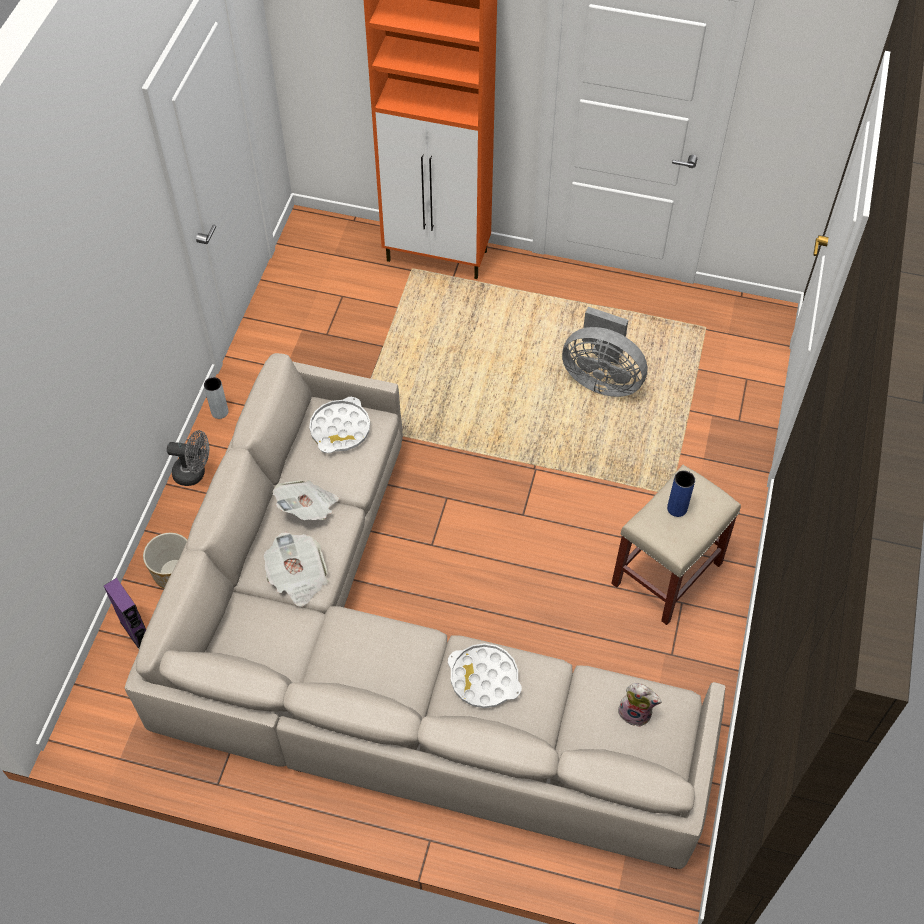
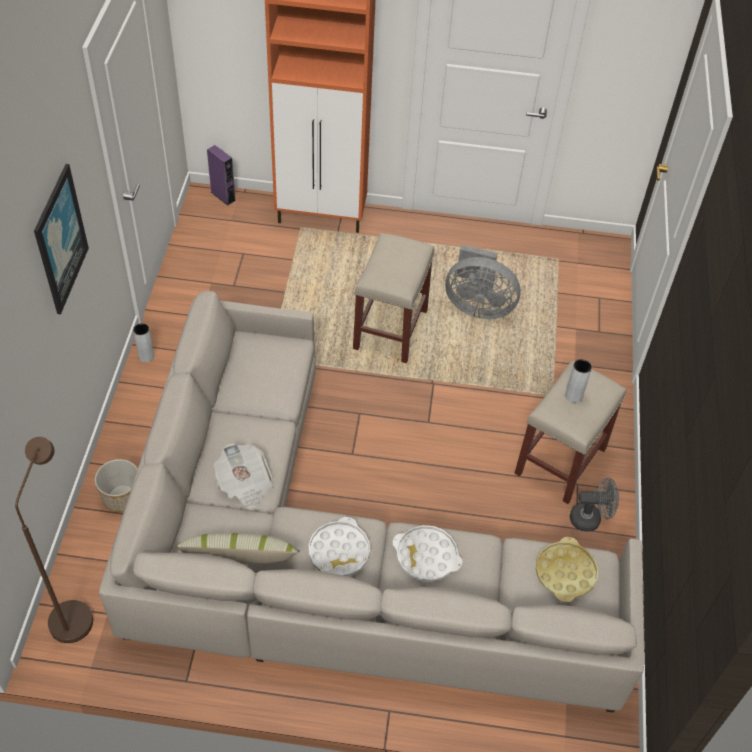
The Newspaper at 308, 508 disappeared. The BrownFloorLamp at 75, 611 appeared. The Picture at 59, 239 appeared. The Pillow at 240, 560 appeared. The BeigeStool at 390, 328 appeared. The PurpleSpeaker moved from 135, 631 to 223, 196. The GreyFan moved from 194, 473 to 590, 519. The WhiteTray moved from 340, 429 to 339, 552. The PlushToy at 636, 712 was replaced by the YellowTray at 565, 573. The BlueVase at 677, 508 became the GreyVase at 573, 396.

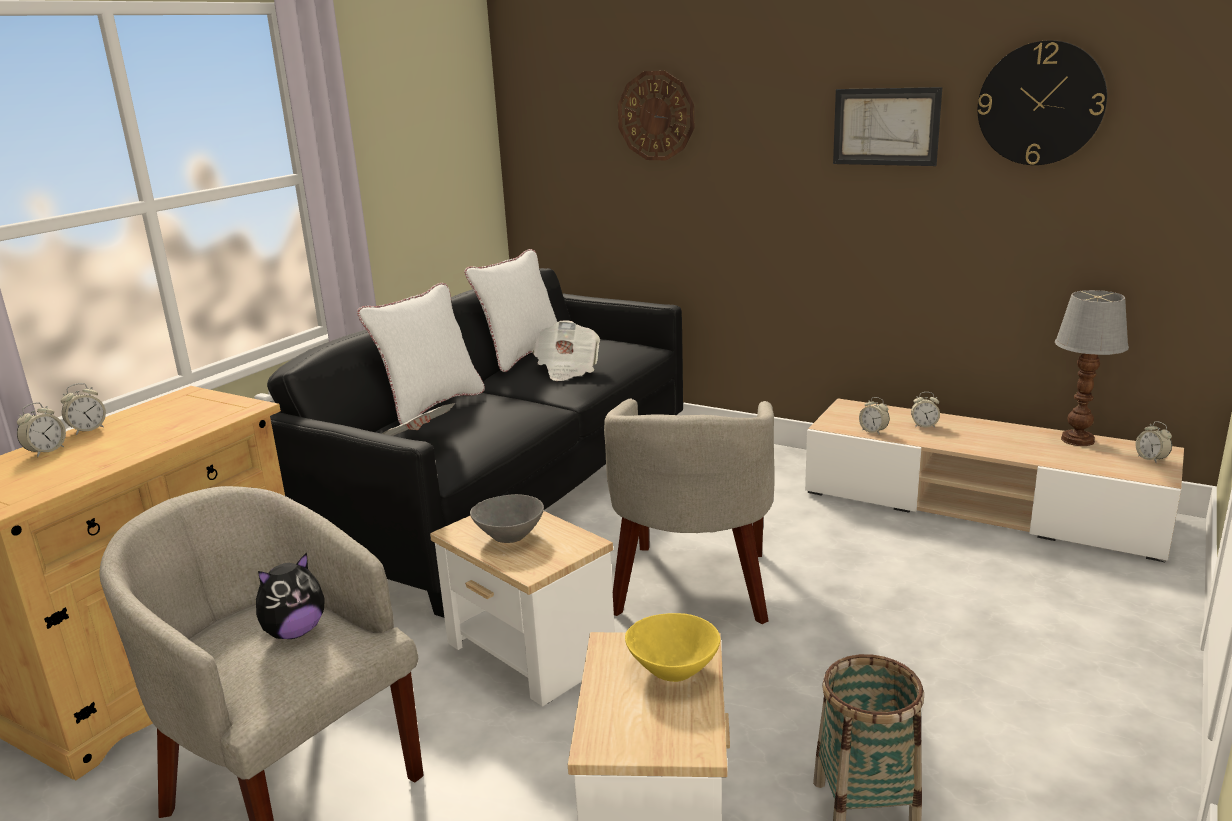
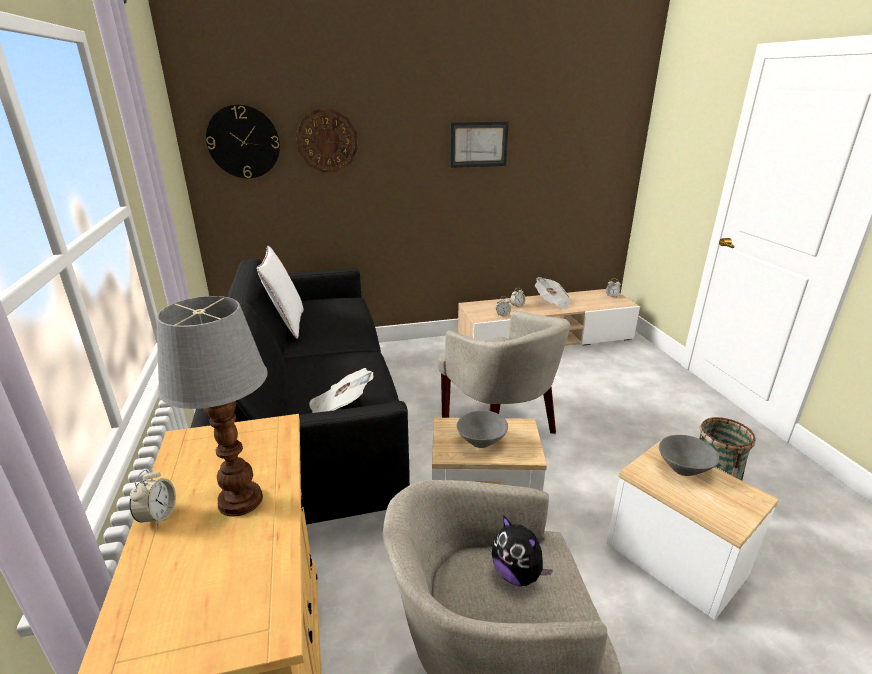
The AlarmClock at 46, 451 disappeared. The WhitePillow at 431, 405 disappeared. The Newspaper moved from 567, 369 to 552, 303. The WallClock moved from 1040, 103 to 243, 142. The TableLamp moved from 1077, 439 to 240, 499. The YellowBowl at 672, 670 became the GreyBowl at 682, 468. The PlushToy at 294, 632 turned 135 degrees clockwise.

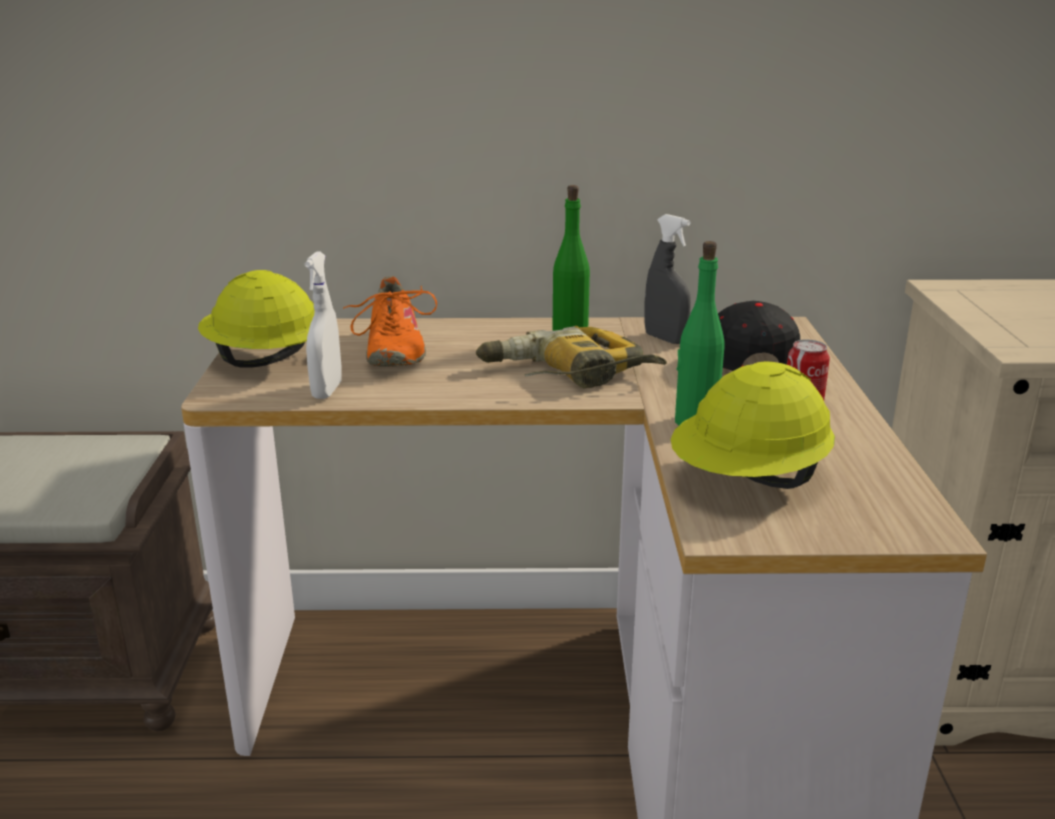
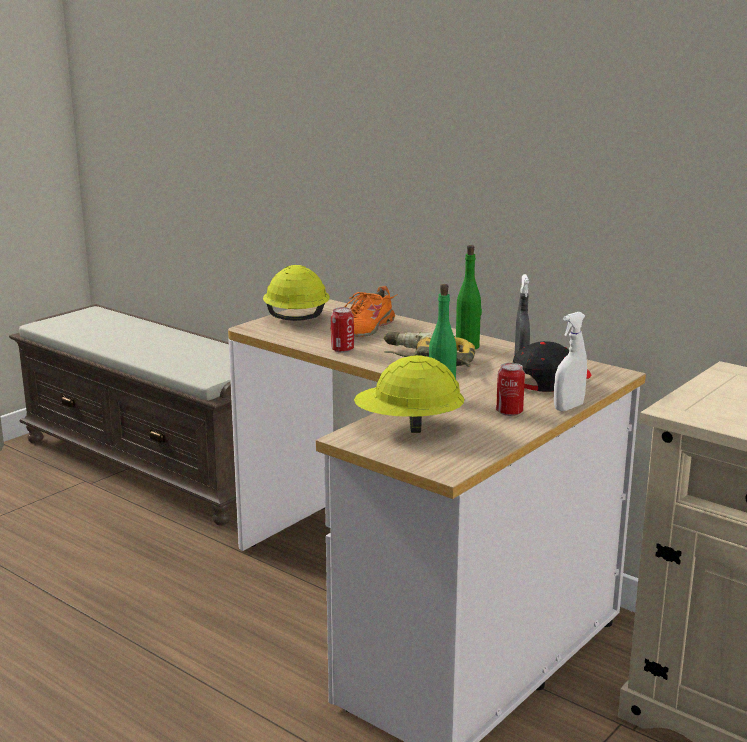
The Can at 342, 349 appeared. The WhiteSprayBottle moved from 327, 391 to 568, 407.

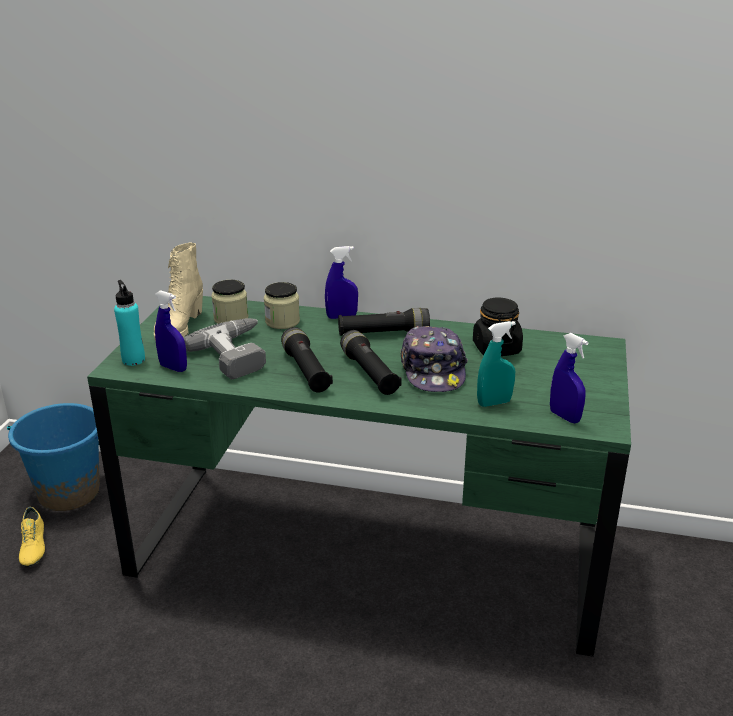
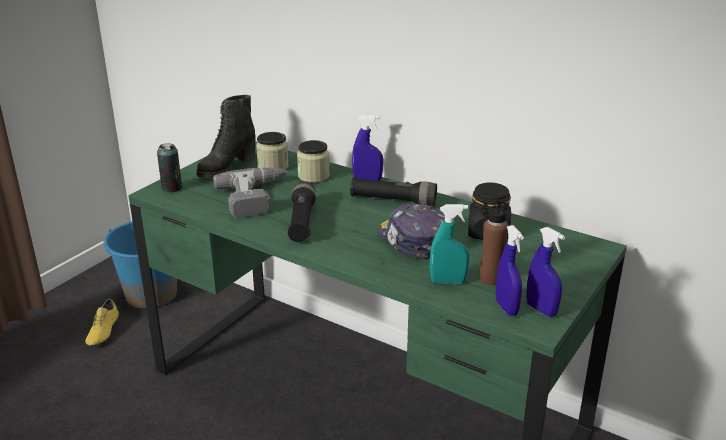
The BlackFlashlight at 369, 373 disappeared. The BrownBottle at 491, 278 appeared. The BlueSprayBottle moved from 173, 368 to 541, 309. The TurquoiseBottle at 133, 360 was replaced by the Can at 172, 188. The BeigeBoot at 179, 327 became the BlackBoot at 226, 167. The Cap at 433, 371 turned 135 degrees clockwise.

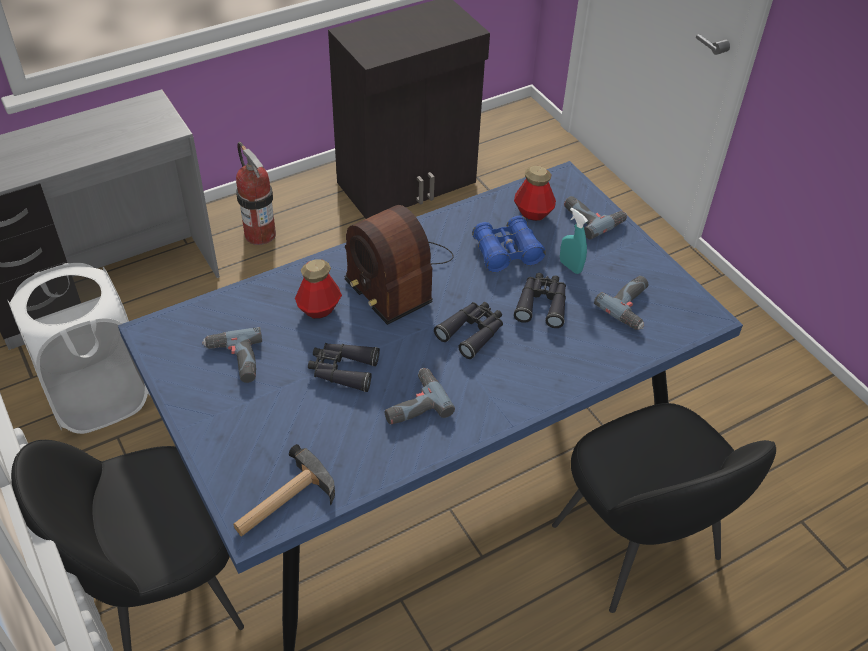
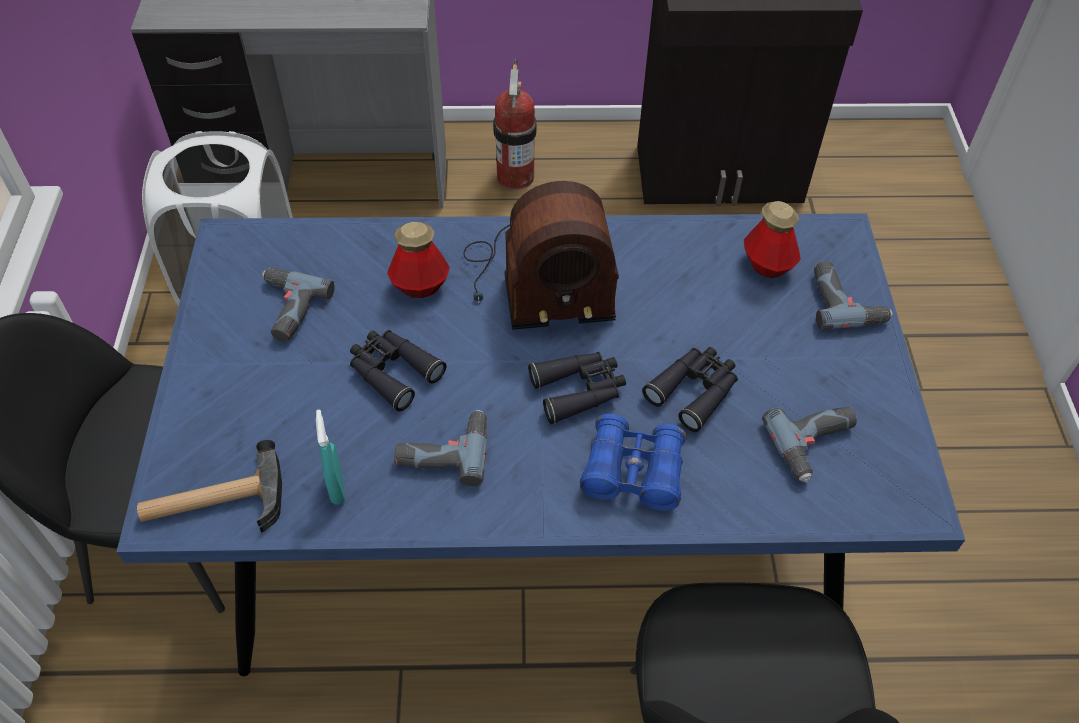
The BlueBinoculars moved from 506, 252 to 633, 472. The TurquoiseSprayBottle moved from 570, 266 to 337, 487. The Radio at 396, 276 turned 90 degrees counterclockwise.

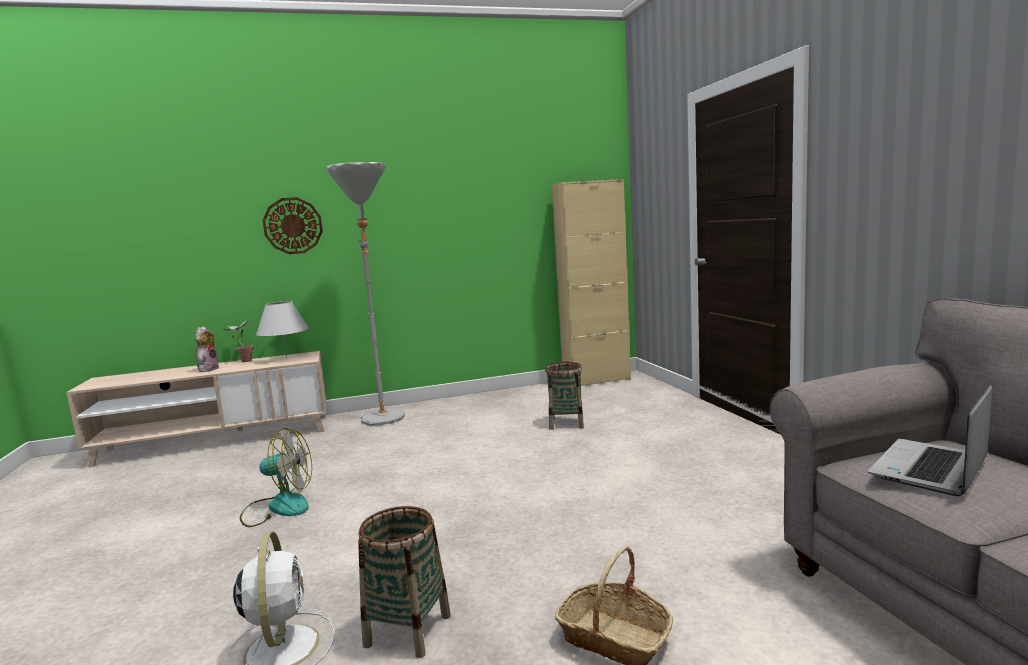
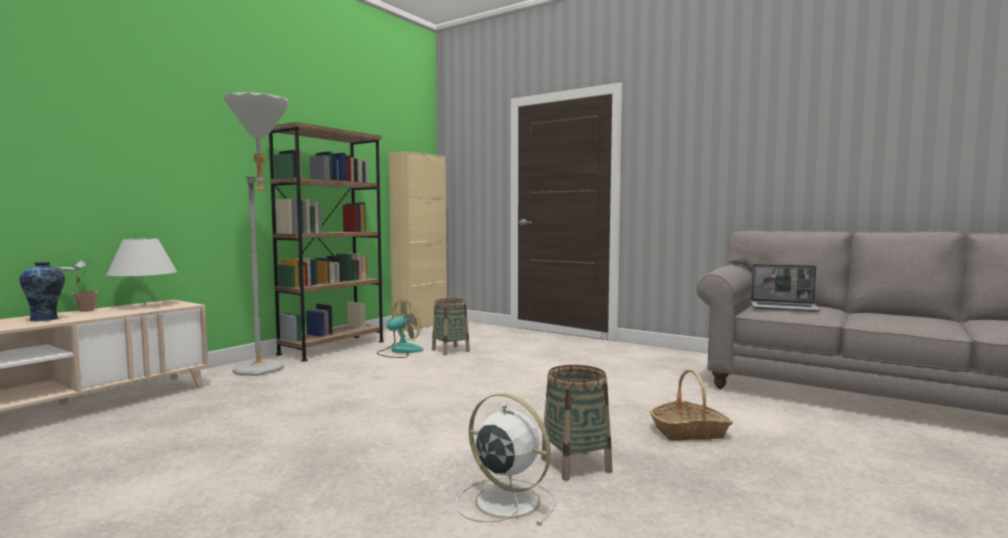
The WallClock at 293, 226 disappeared. The BrownBookcase at 332, 348 appeared. The Fan moved from 278, 507 to 399, 351. The PlushToy at 208, 369 was replaced by the Vase at 46, 319. The Laptop at 930, 470 turned 75 degrees counterclockwise.

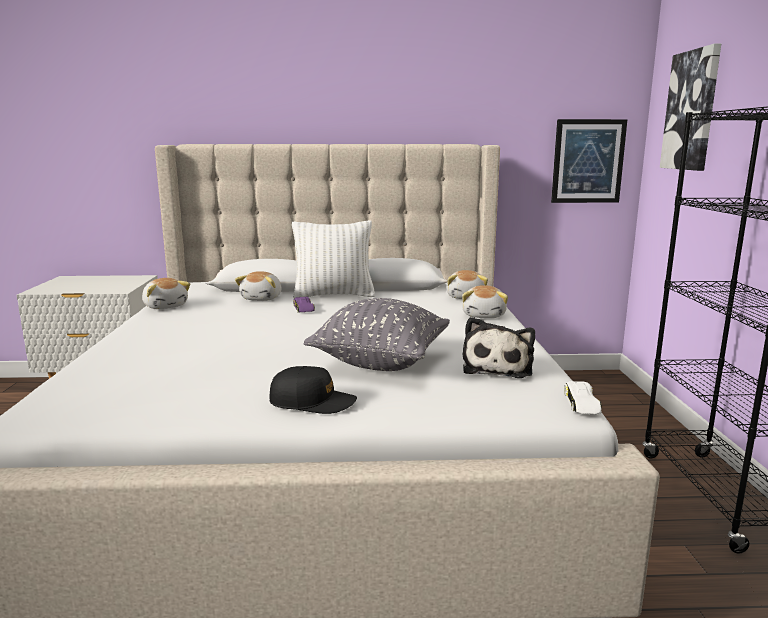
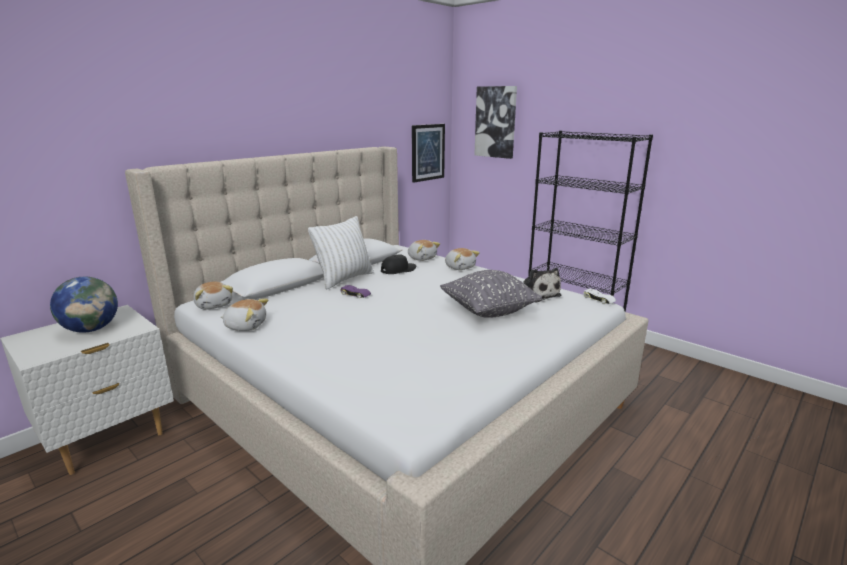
The Globe at 91, 329 appeared. The PlushToy moved from 262, 298 to 214, 305. The BlackCap moved from 312, 402 to 398, 270.

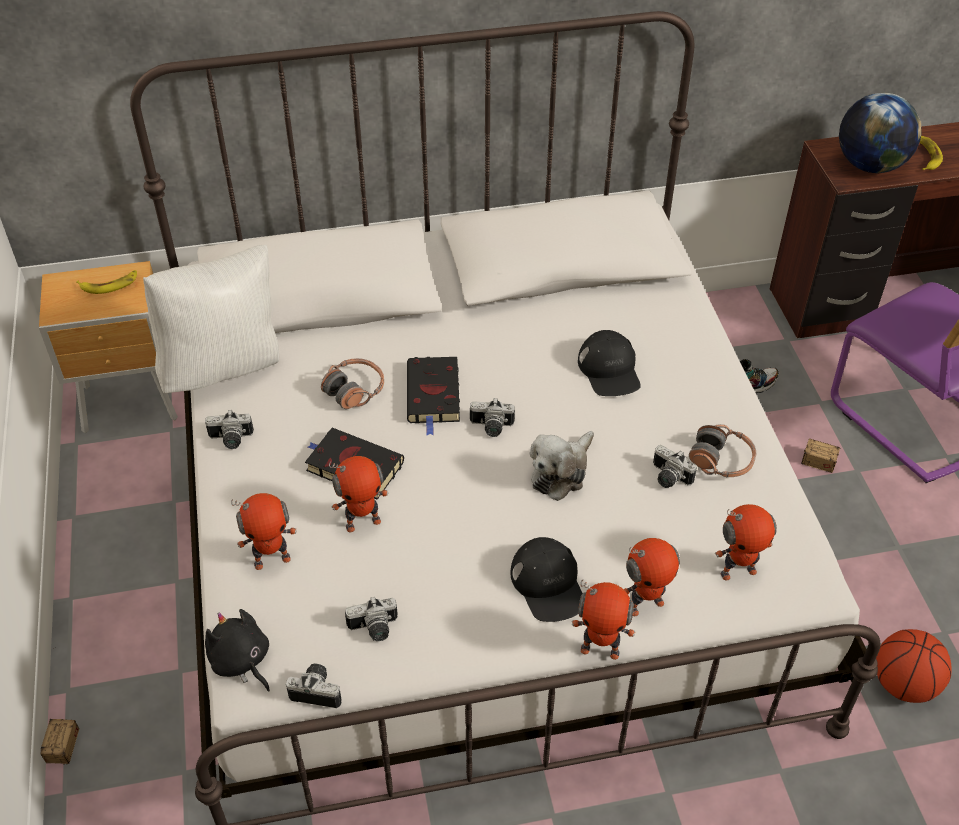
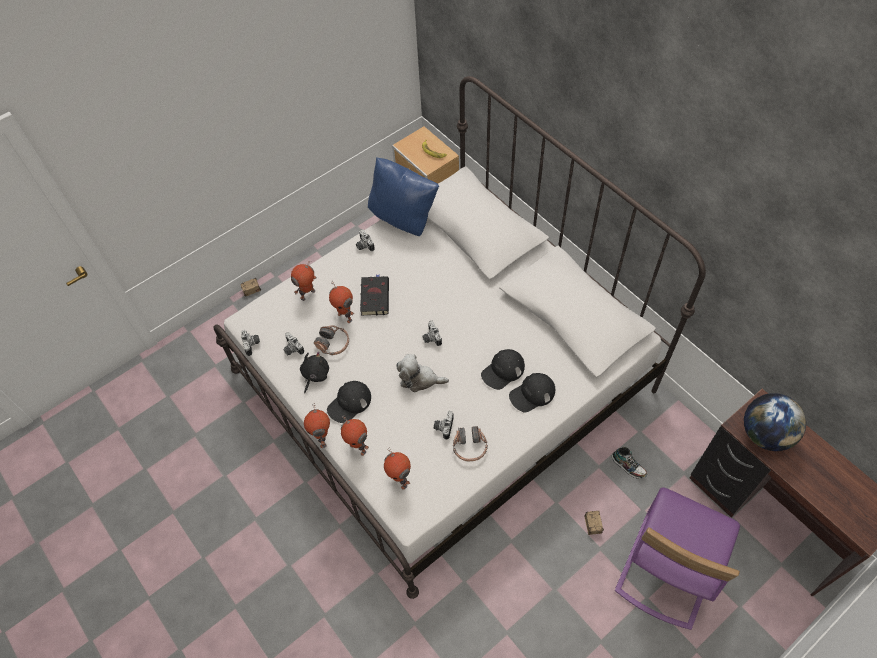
The BlackBook at 434, 396 disappeared. The Basketball at 903, 684 disappeared. The Banana at 925, 156 disappeared. The BlackCap at 532, 394 appeared. The BlackPlushToy moved from 241, 661 to 315, 375. The Headphones moved from 354, 390 to 333, 344. The WhitePillow at 224, 367 became the BluePillow at 404, 219. The ToyRobot at 272, 559 turned 90 degrees clockwise.

